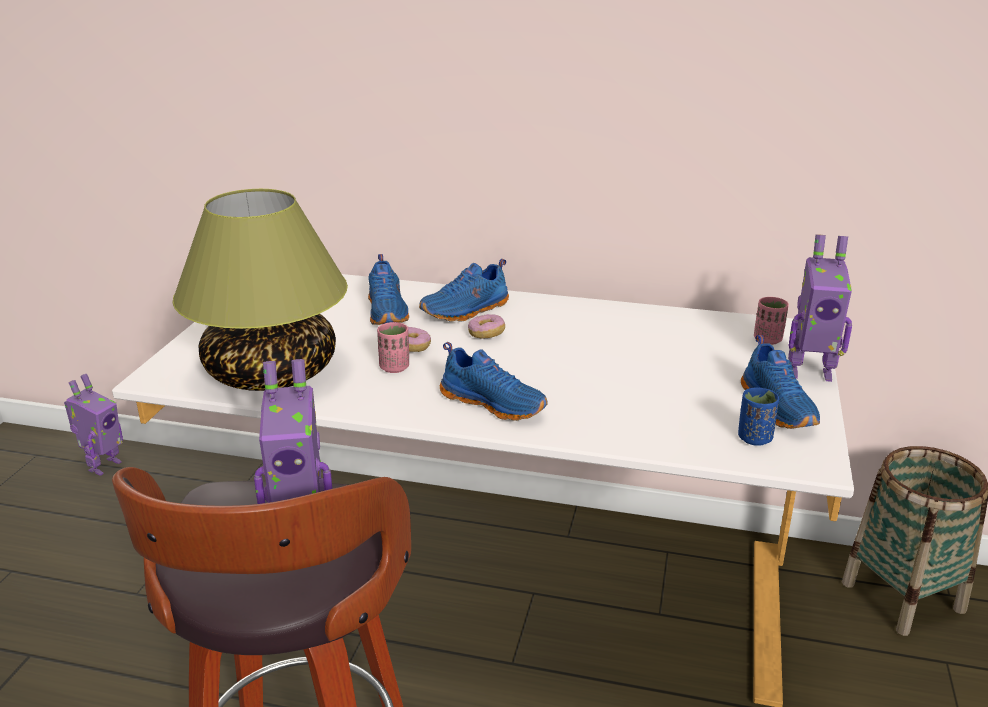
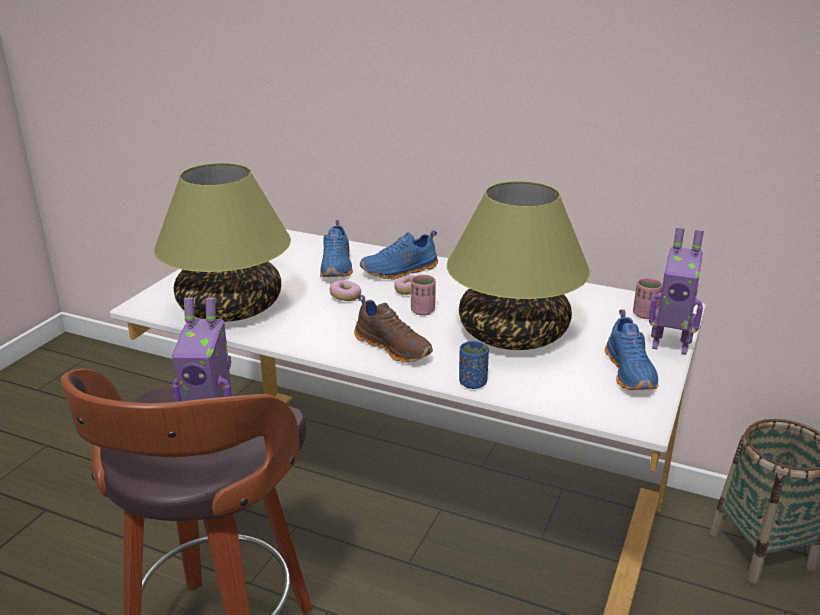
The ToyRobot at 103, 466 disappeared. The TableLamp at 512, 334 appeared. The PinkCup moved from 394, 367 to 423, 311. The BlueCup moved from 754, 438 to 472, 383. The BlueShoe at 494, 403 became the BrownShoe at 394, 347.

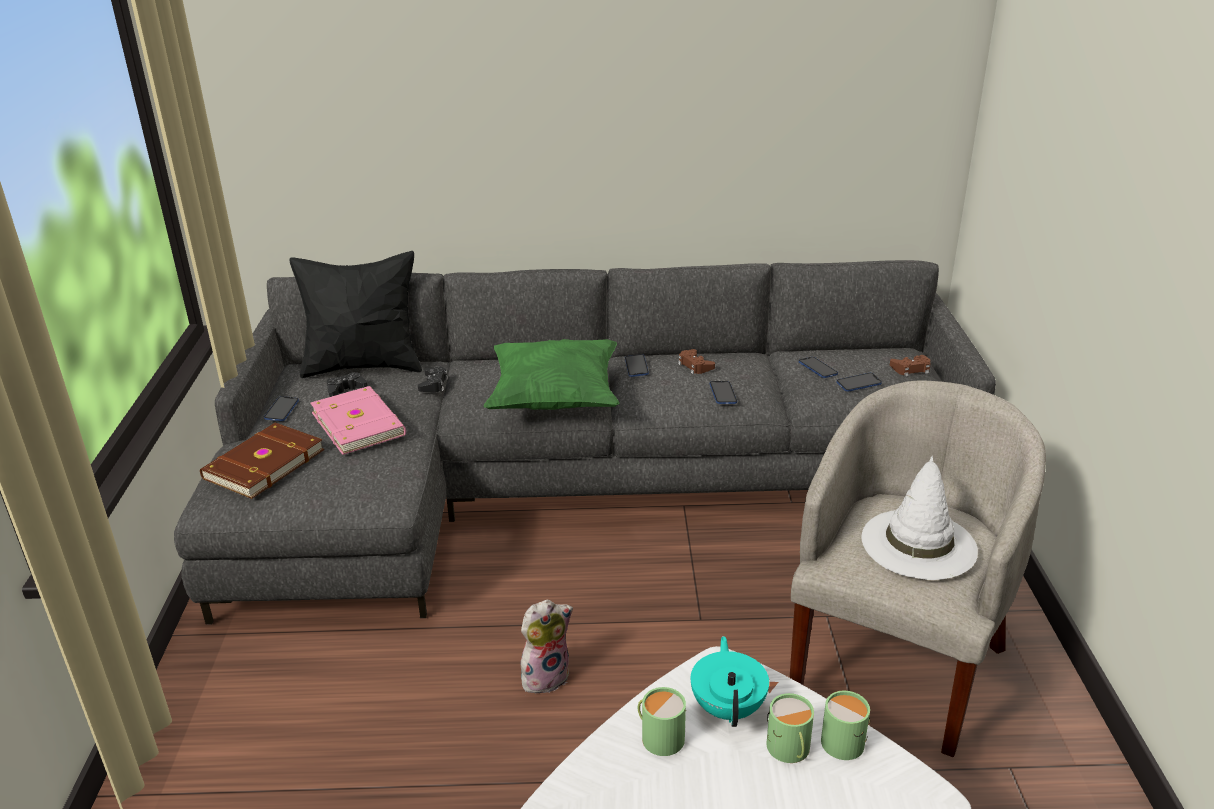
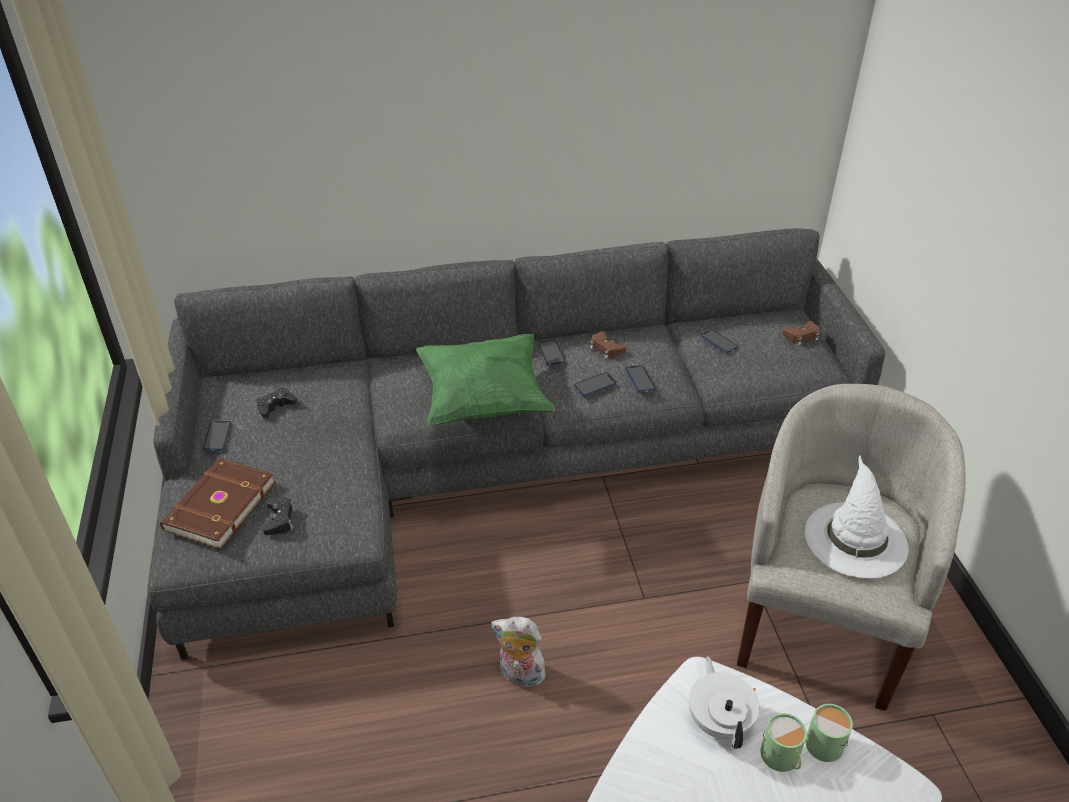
The BlackPillow at 364, 366 disappeared. The PinkBook at 360, 423 disappeared. The GreenMug at 659, 736 disappeared. The BlackGameController moved from 433, 384 to 279, 519. The Phone moved from 859, 383 to 595, 385. The TurquoiseTeapot at 728, 707 became the WhiteTeapot at 719, 721. The PlushToy at 545, 676 turned 120 degrees counterclockwise.

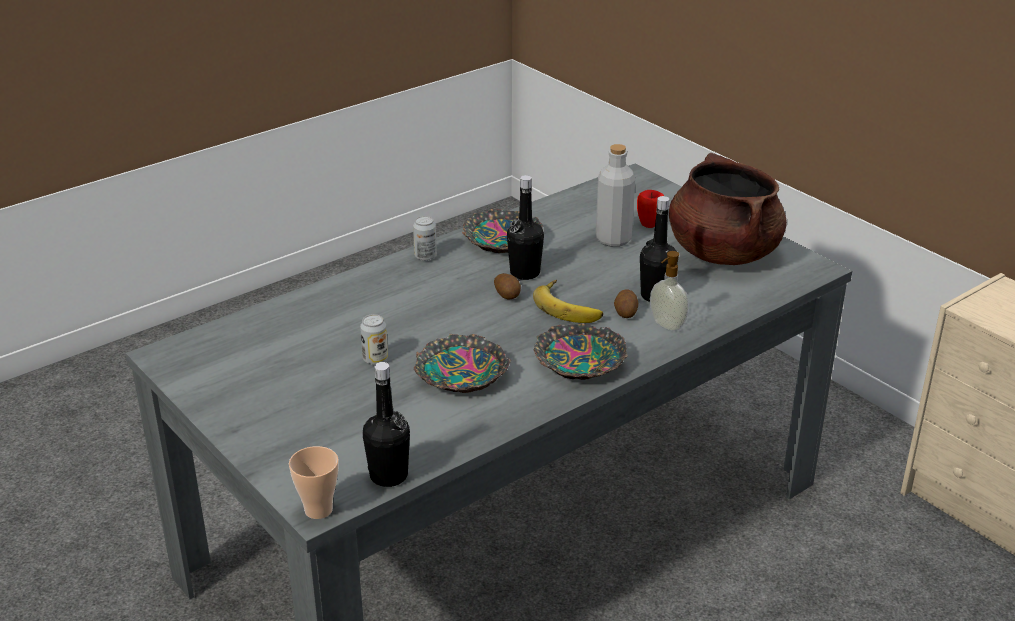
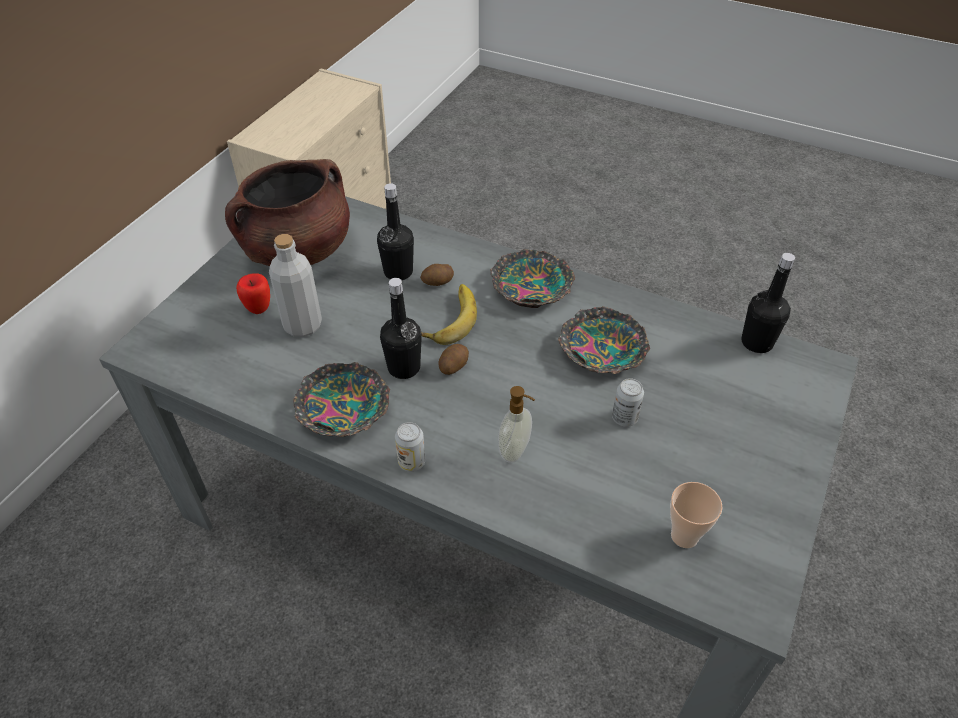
The Cup moved from 318, 510 to 684, 536. The SoapDispenser moved from 666, 325 to 515, 451.

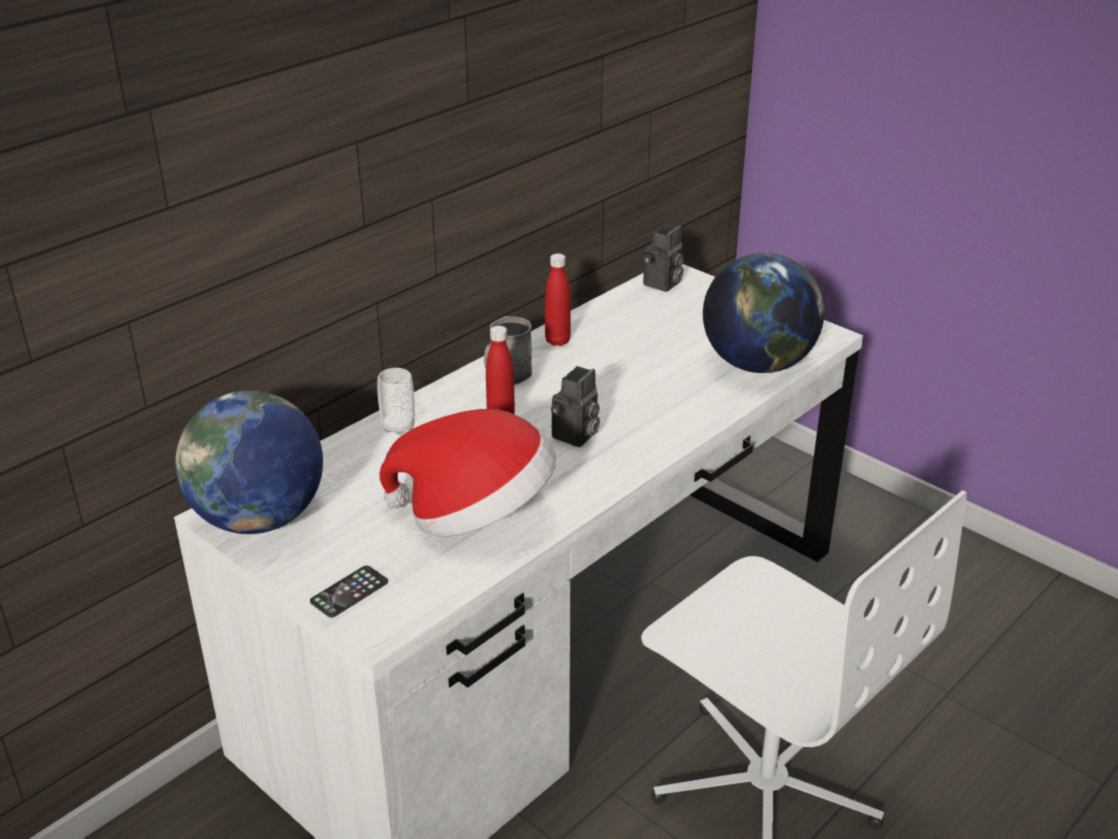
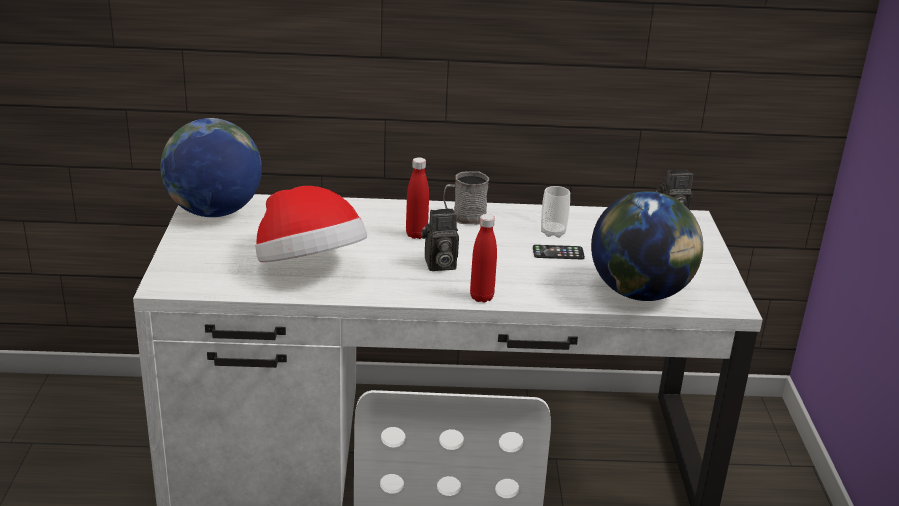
The Phone moved from 349, 592 to 558, 253. The Cup moved from 398, 426 to 553, 232. The RedBottle moved from 557, 341 to 481, 297.

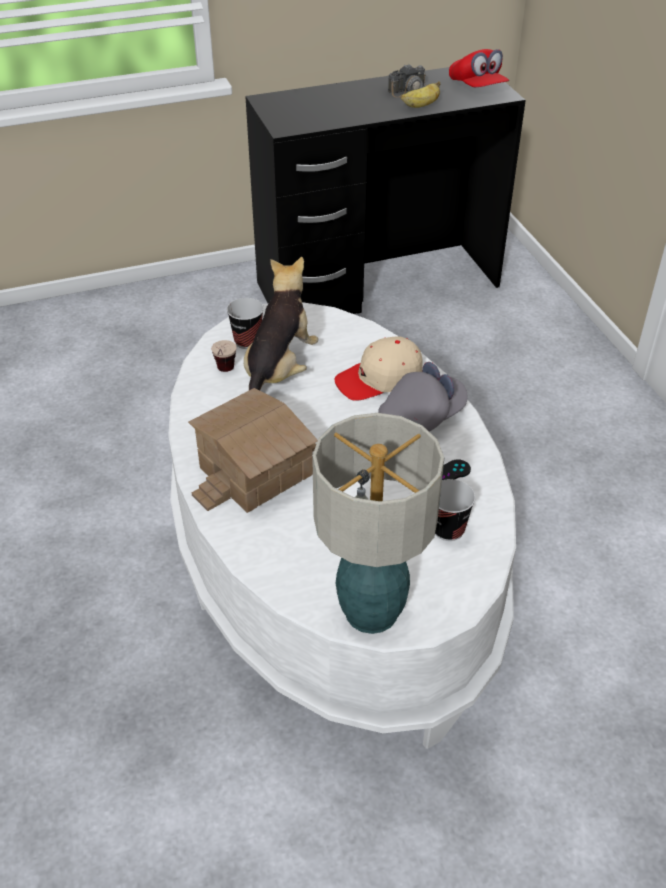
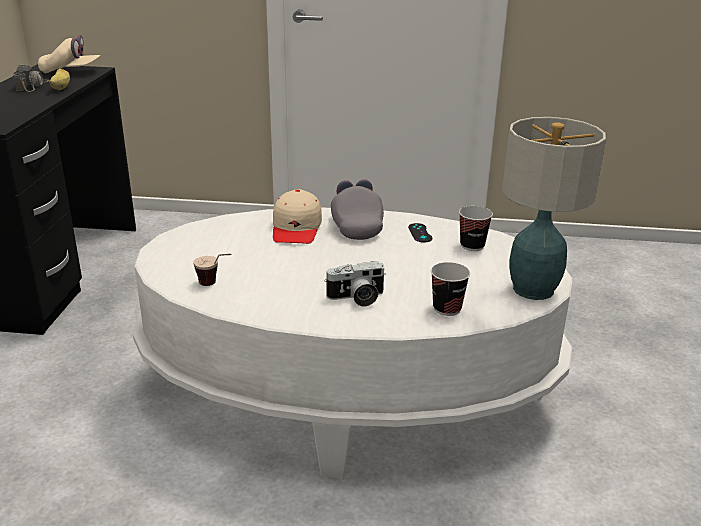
The PlushToy at 279, 372 disappeared. The Cup moved from 247, 341 to 447, 309. The ToyHouse at 257, 472 was replaced by the PhotoCamera at 357, 298. The RedCap at 477, 87 became the BeigeCap at 71, 72.

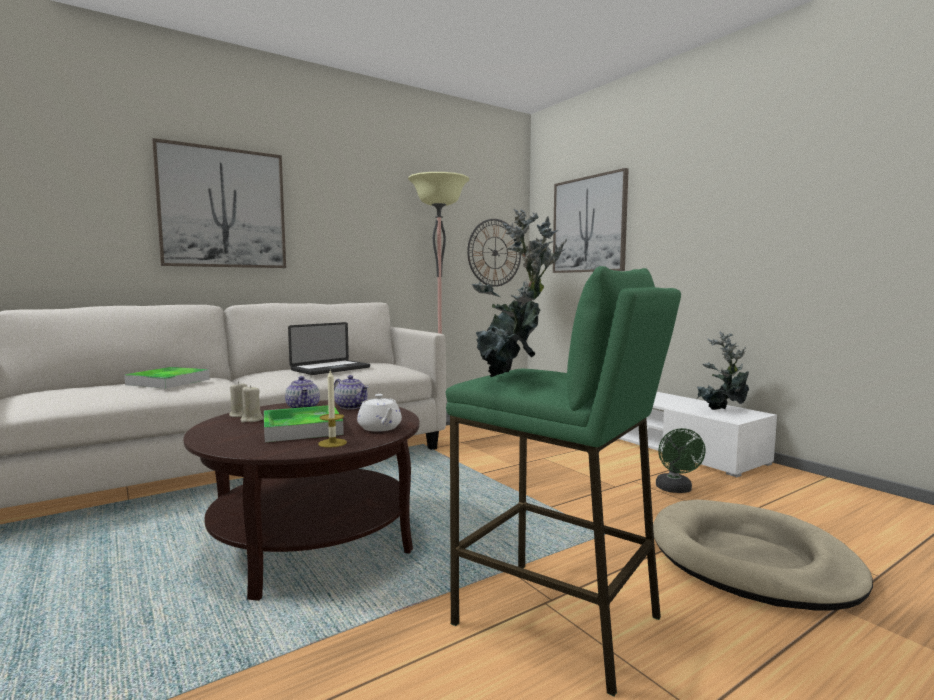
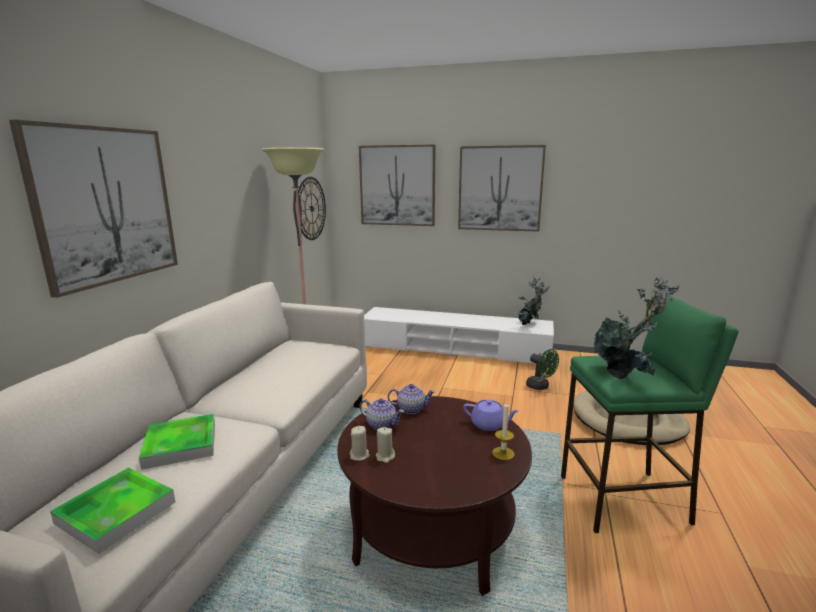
The Laptop at 330, 369 disappeared. The Picture at 500, 188 appeared. The Tray moved from 302, 429 to 116, 512. The WhiteTeapot at 380, 428 became the PurpleTeapot at 489, 425.

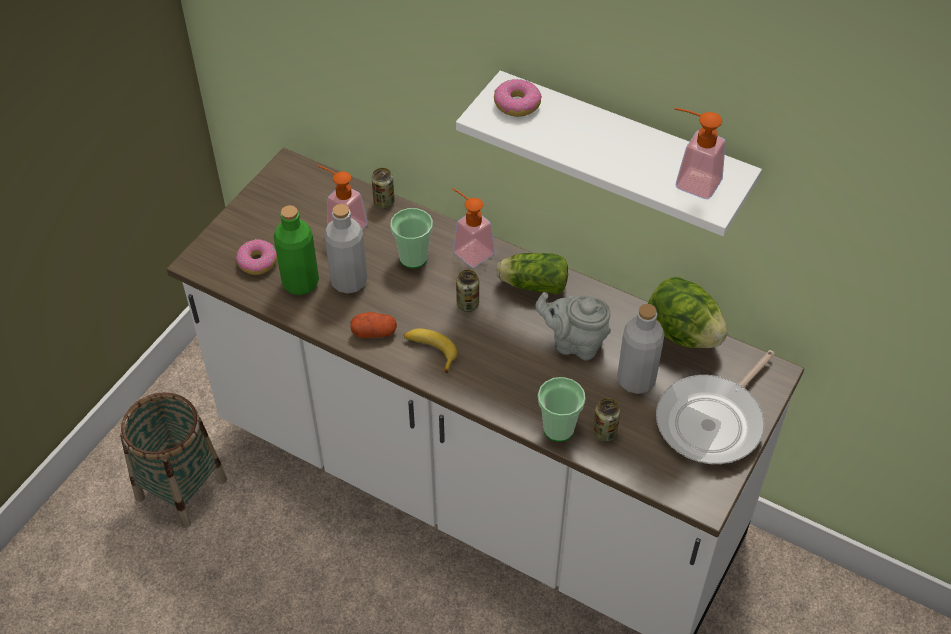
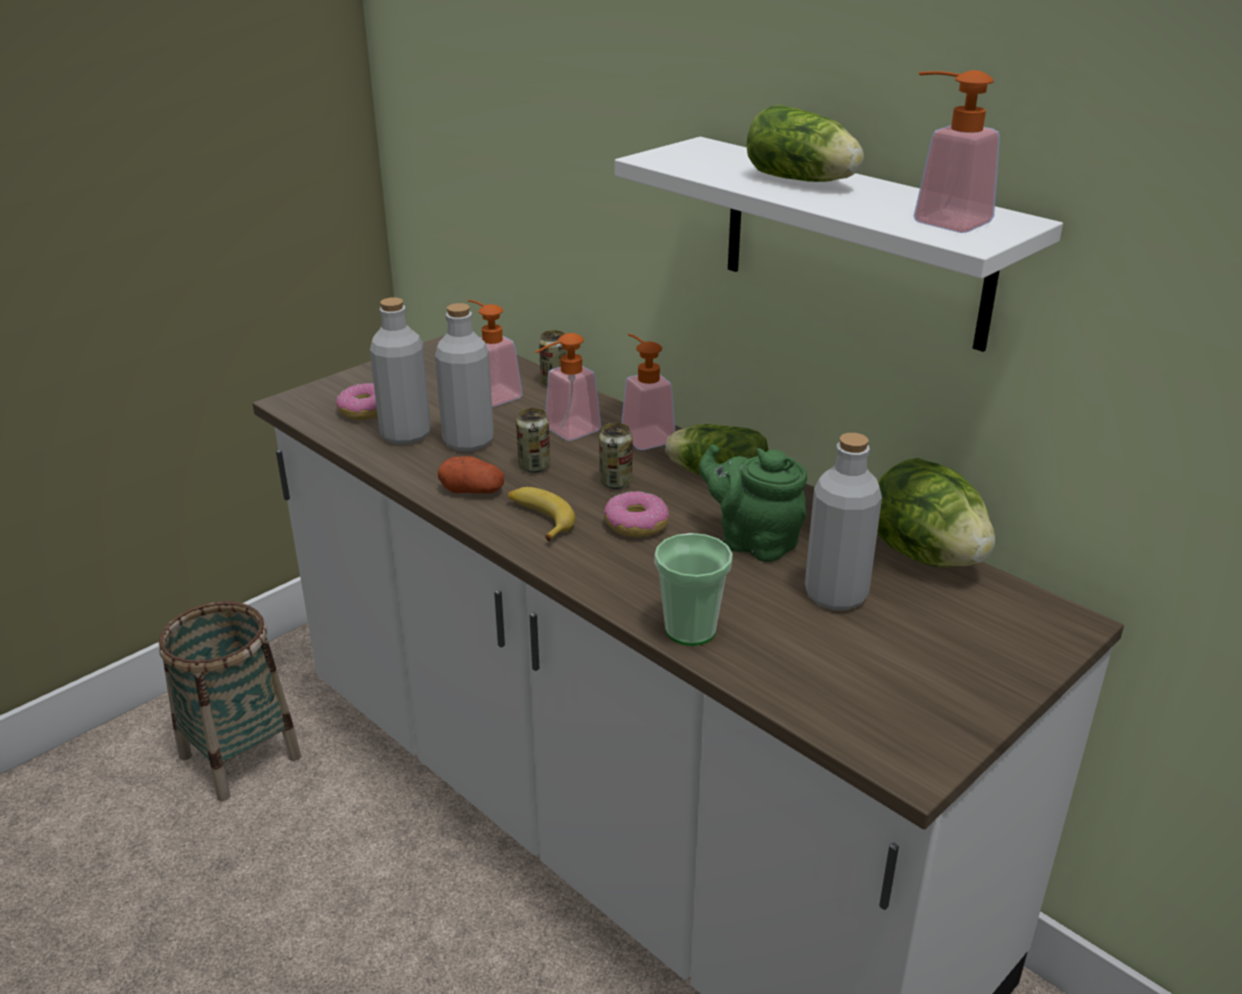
The FryingPan at 713, 421 disappeared. The Lettuce at 804, 181 appeared. The Donut moved from 516, 104 to 636, 524. The Can moved from 604, 433 to 534, 466. The Cup at 413, 258 was replaced by the SoapDispenser at 565, 432. The GreenBottle at 300, 283 became the GreyBottle at 405, 434. The GreyTeapot at 574, 343 became the GreenTeapot at 753, 542.

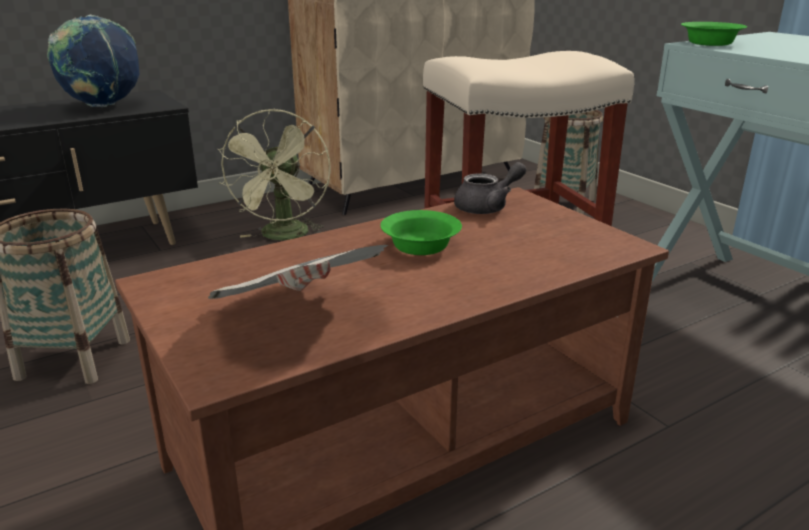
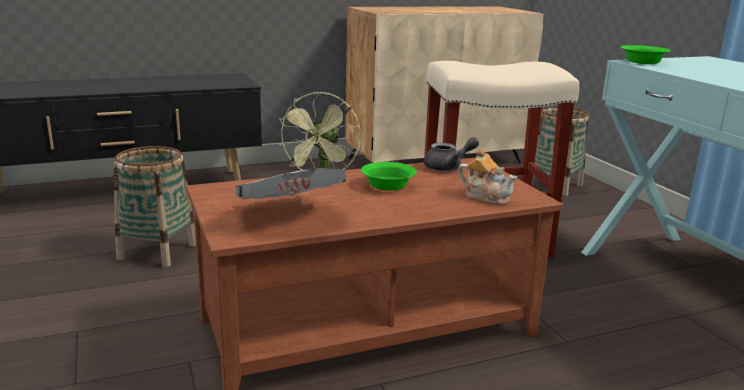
The Globe at 103, 106 disappeared. The Teapot at 486, 197 appeared.

